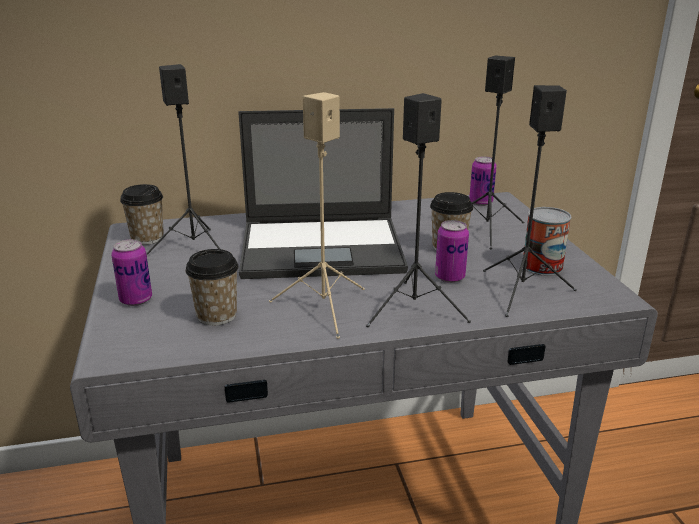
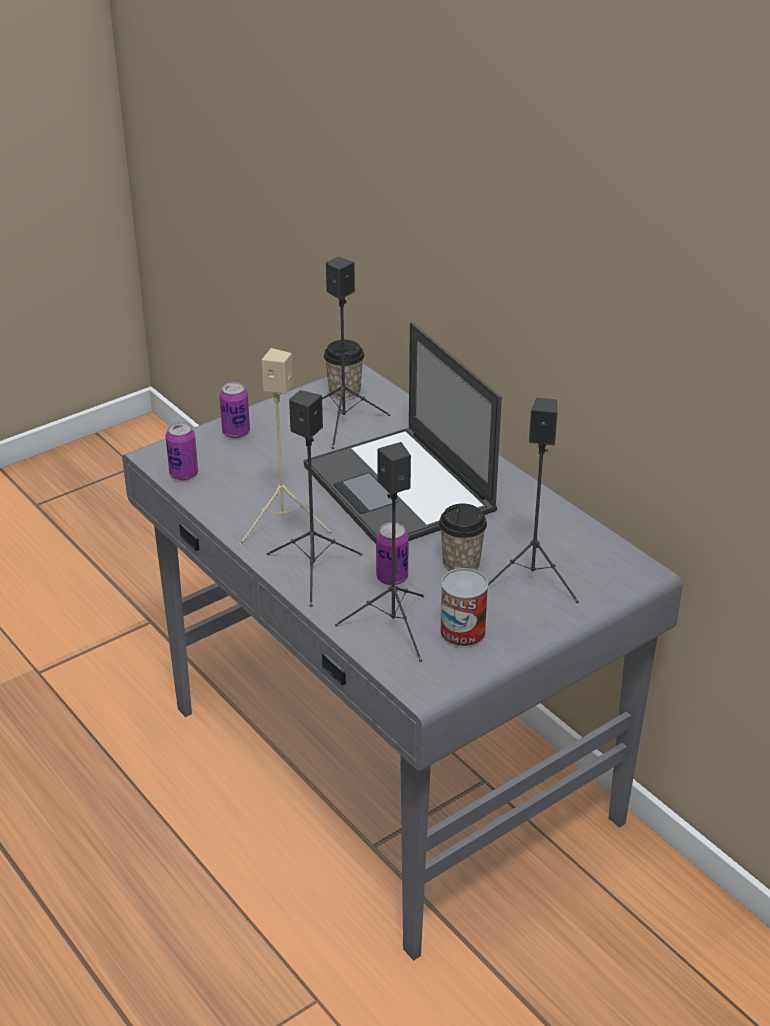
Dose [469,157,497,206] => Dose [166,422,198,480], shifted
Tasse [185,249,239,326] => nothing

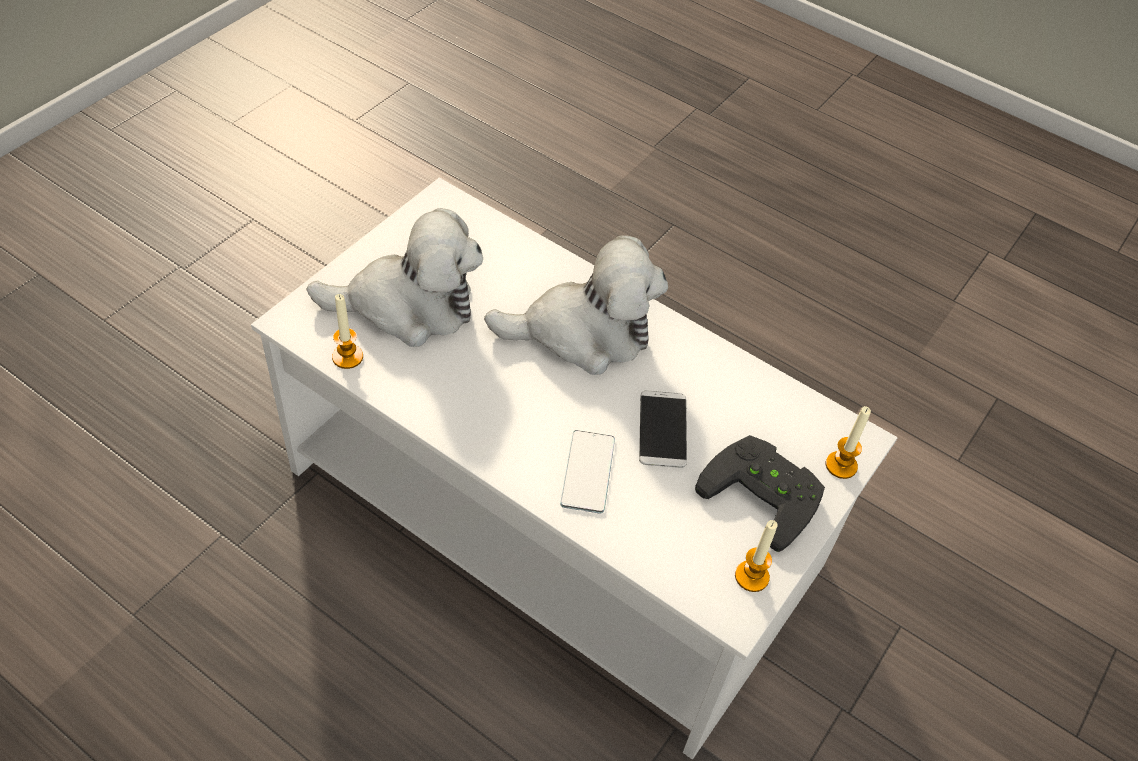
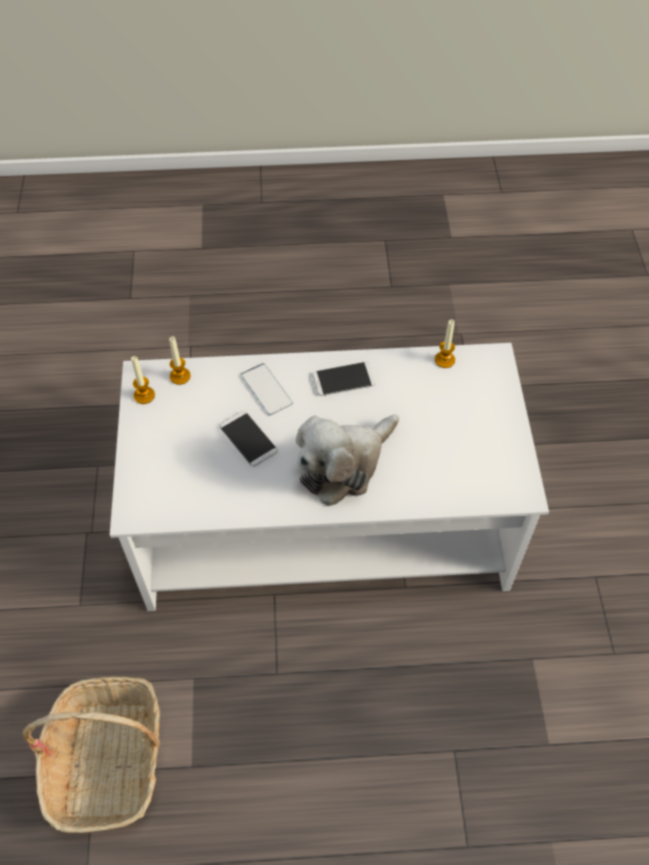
nothing => Korb [23,677,160,833]
Kerze [826,406,871,479] => Kerze [169,336,191,385], shifted
nothing => Handy [312,362,376,396]
Plüschtier [307,208,483,347] => nothing
Gamepad (schwarz) [695,435,825,552] => nothing

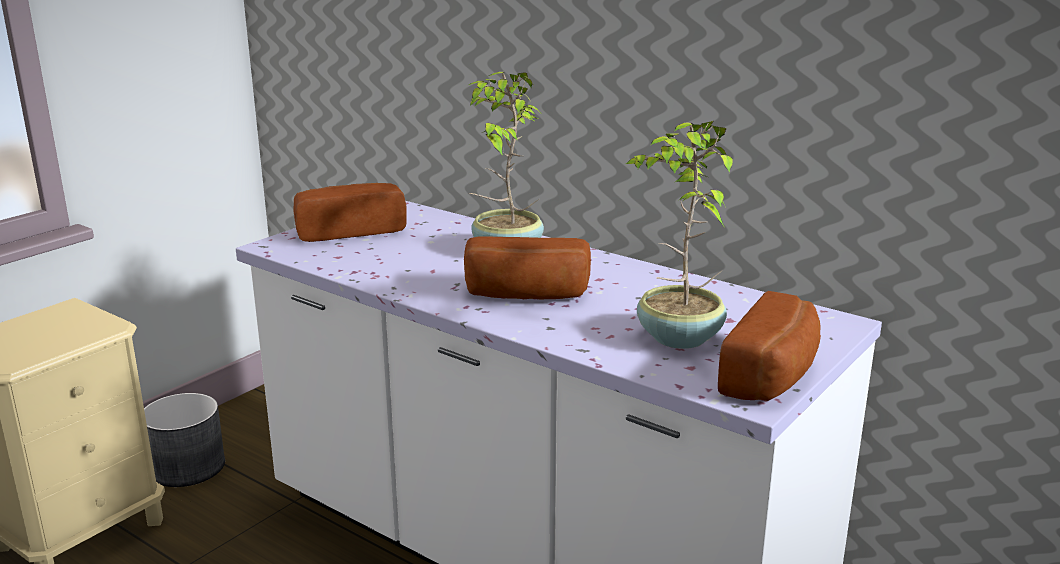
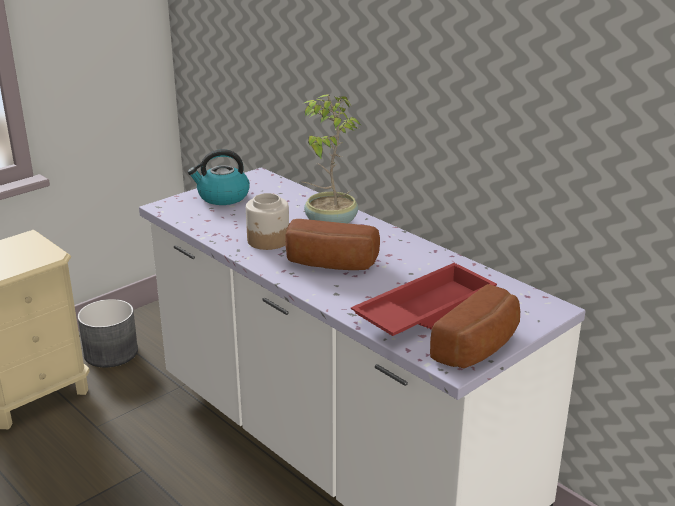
Brot [293,183,407,242] => Wasserkessel [188,149,250,205]
nothing => Vorratsglas [246,193,289,250]
Topfpflanze [626,121,733,349] => Tablett (rot) [351,263,497,336]

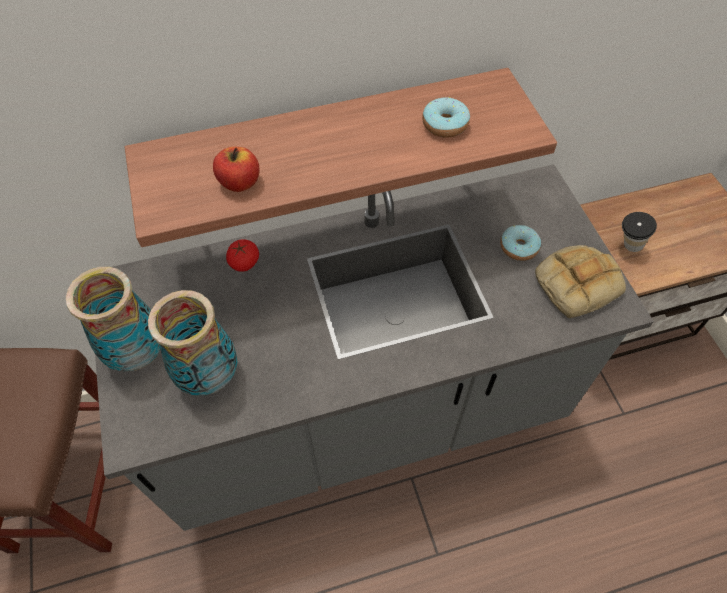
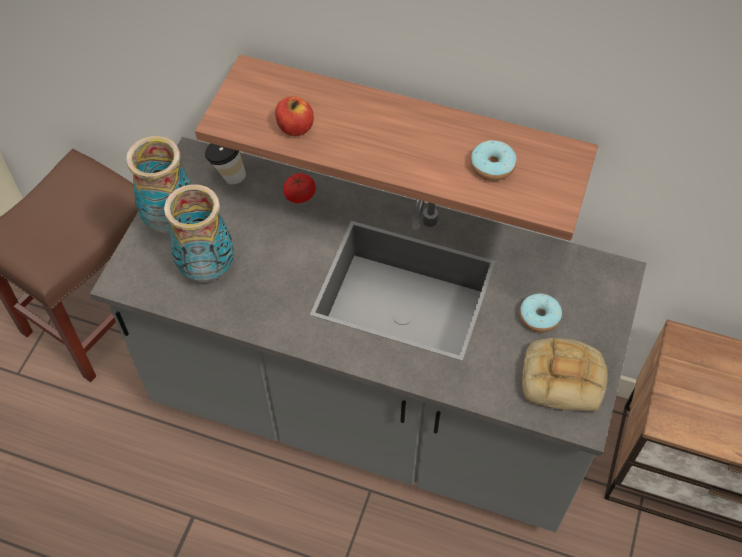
Tasse [622,212,657,252] => Tasse [205,143,246,185], shifted

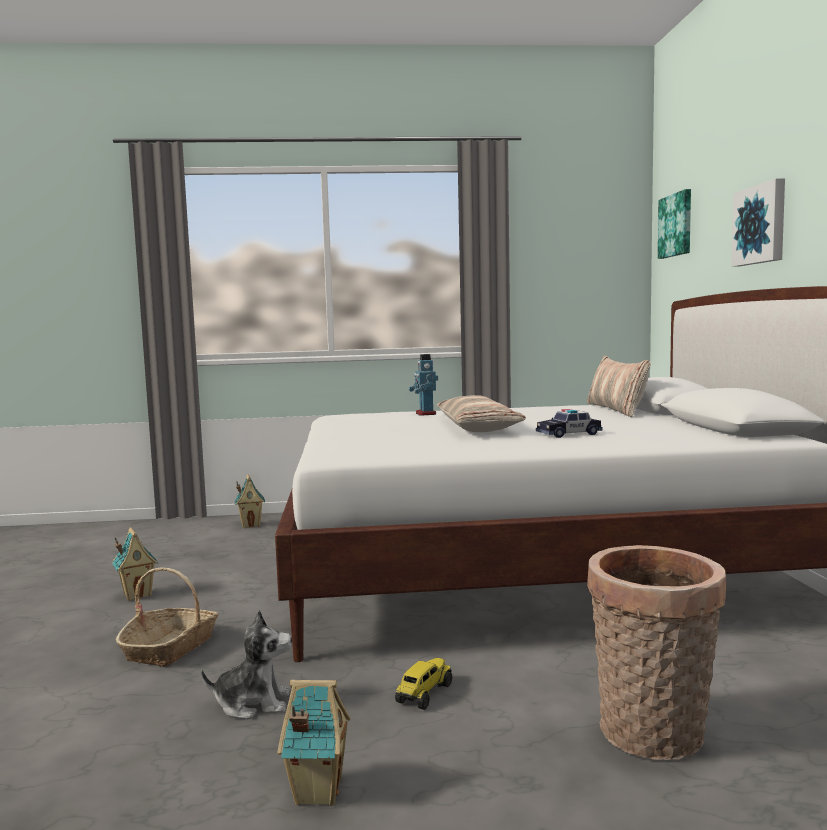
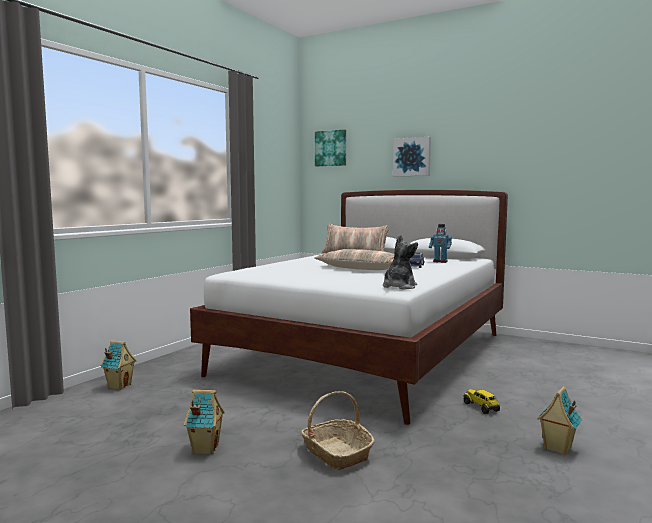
Plüschtier [201,610,292,719] => Plüschtier [383,235,418,290], shifted
Spielzeugroboter [409,354,438,416] => Spielzeugroboter [429,224,452,263], shifted
Korb [587,545,726,760] => nothing

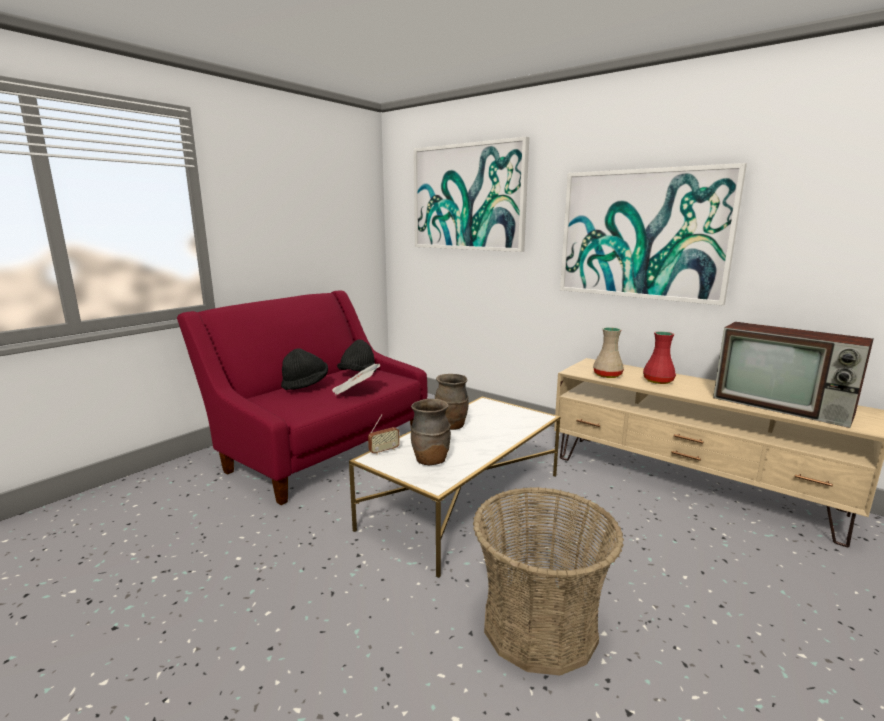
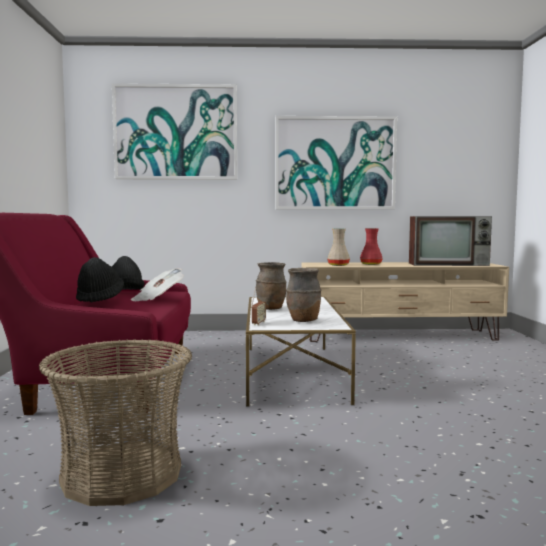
Korb [473,487,624,675] => Korb [39,339,192,506], shifted

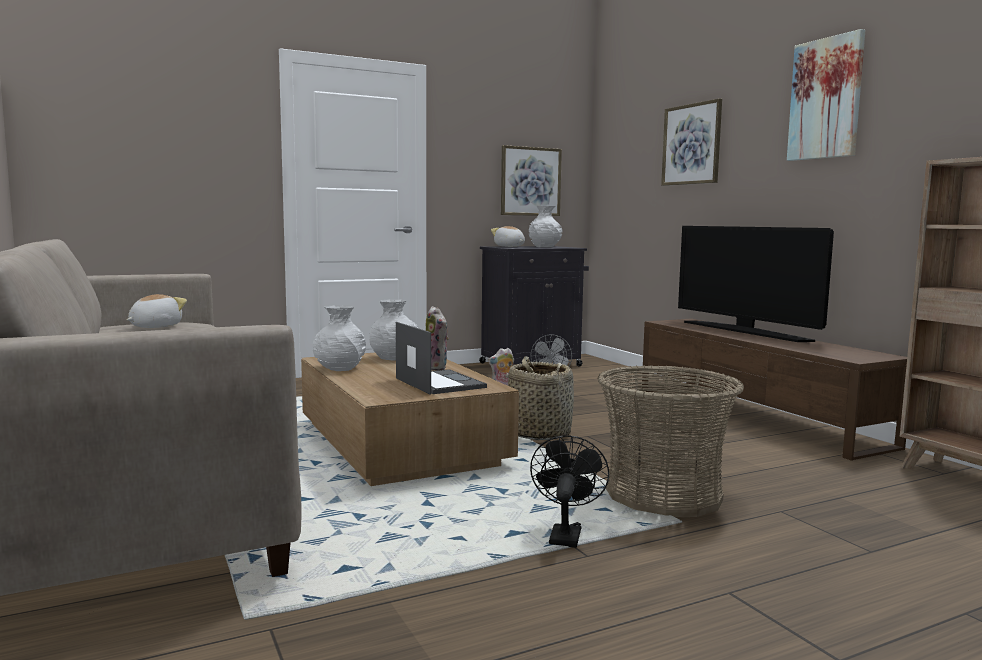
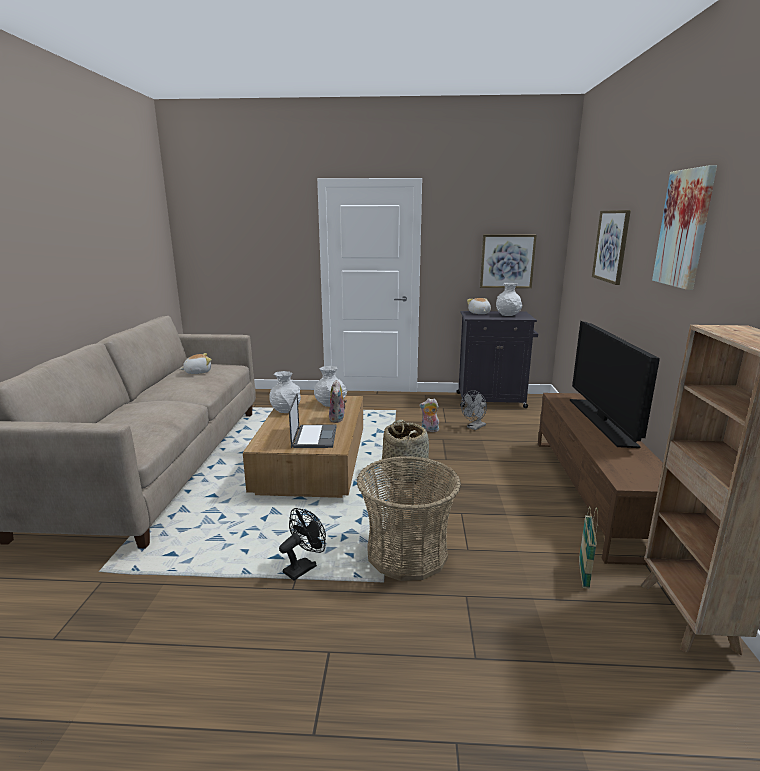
nothing => Korb [579,506,598,589]

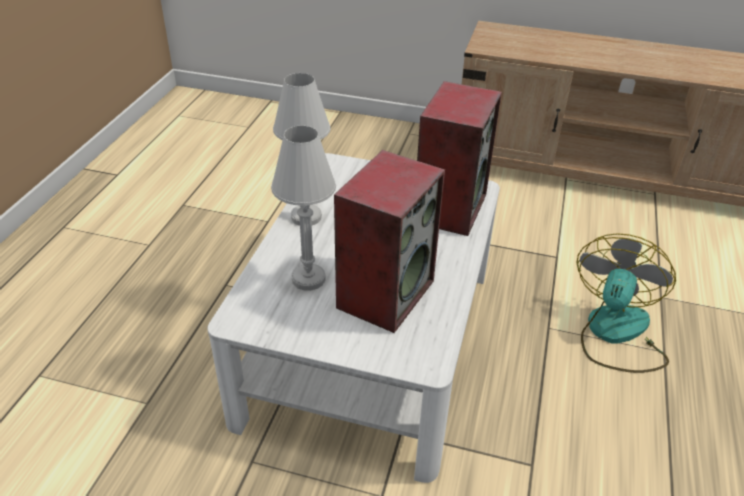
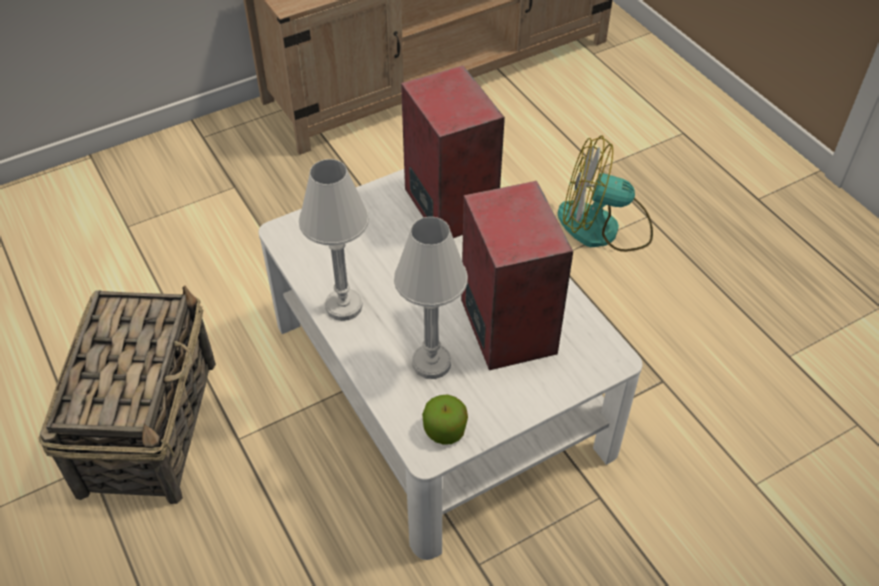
nothing => Korb [38,285,216,504]
nothing => Apfel [422,394,468,444]
Ventilator [576,233,676,373] => Ventilator [558,135,653,252], 60 degrees counterclockwise

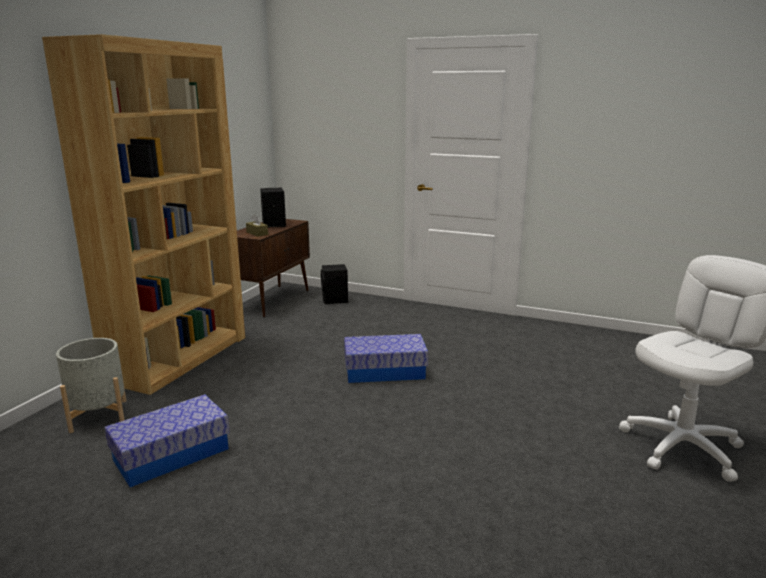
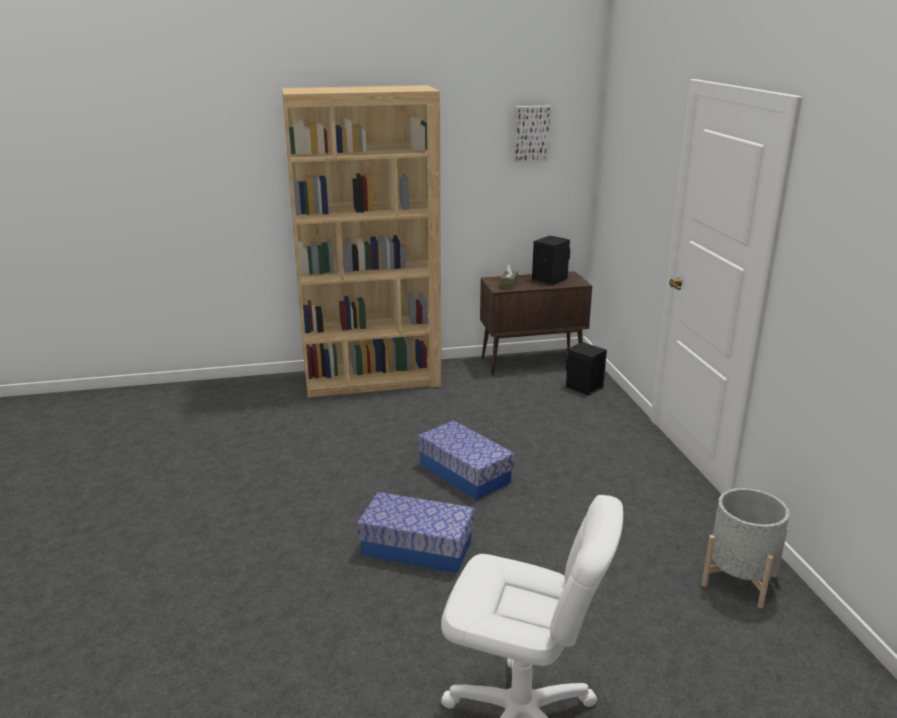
Aufbewahrungsbox [105,394,230,487] => Aufbewahrungsbox [357,492,474,573], shifted
nothing => Bild [513,106,551,163]
Pflanzkübel (grau) [56,338,126,433] => Pflanzkübel (grau) [702,488,790,608], shifted

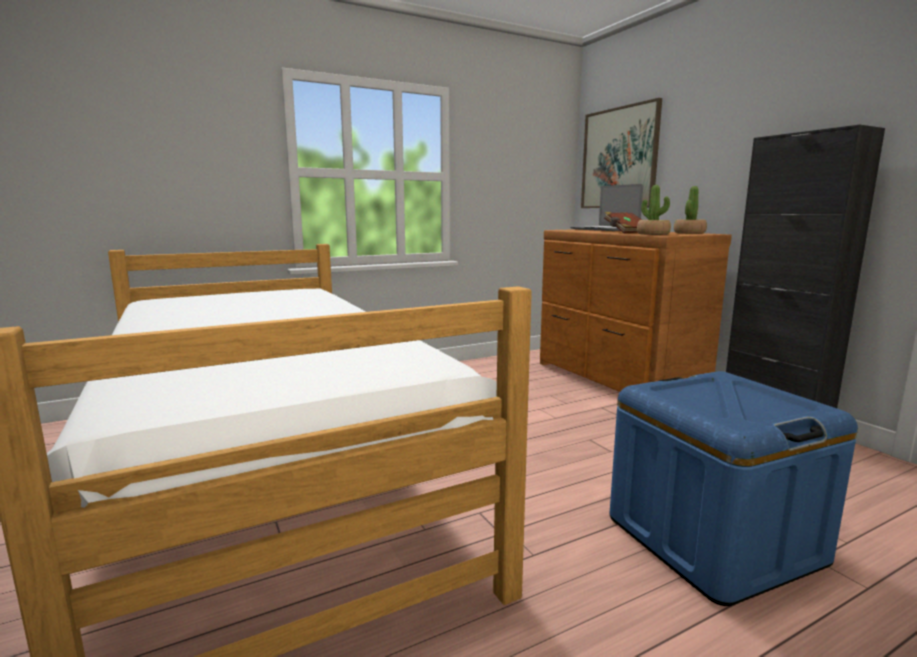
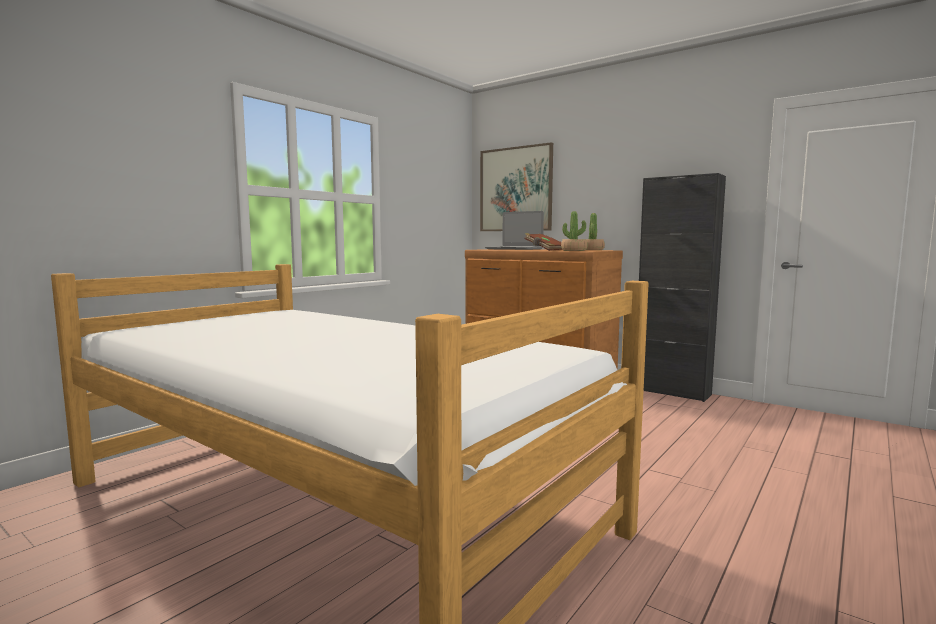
Aufbewahrungsbox (blau) [610,371,858,606] => nothing

